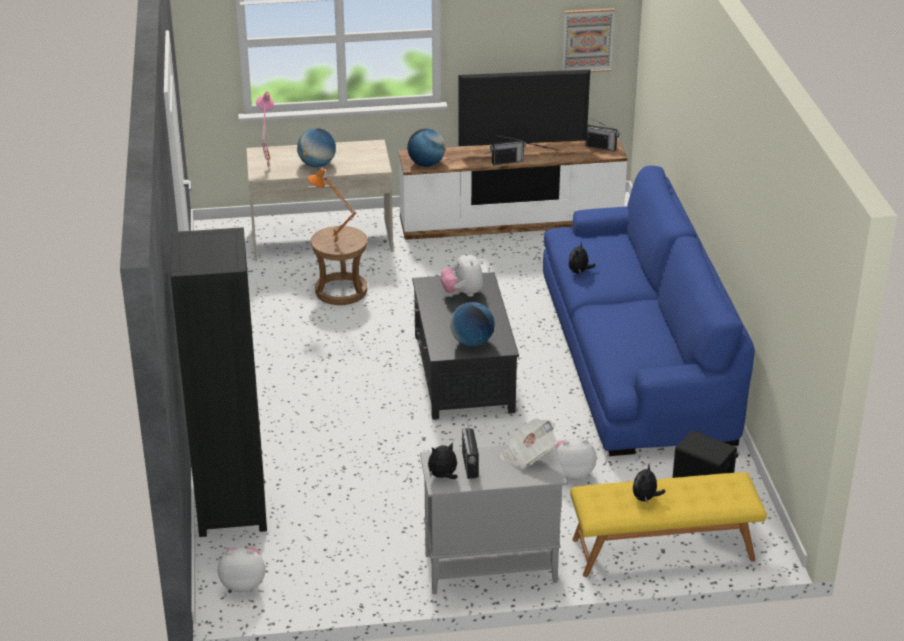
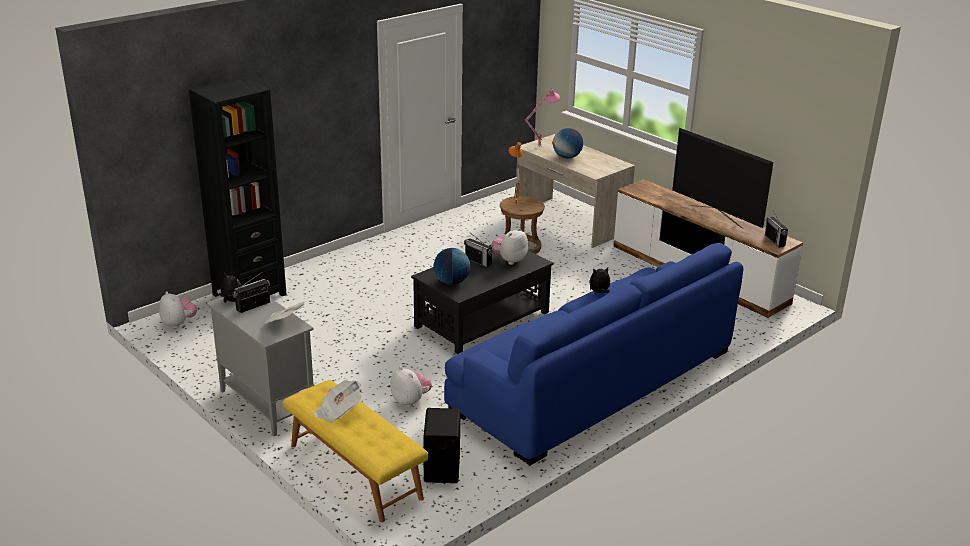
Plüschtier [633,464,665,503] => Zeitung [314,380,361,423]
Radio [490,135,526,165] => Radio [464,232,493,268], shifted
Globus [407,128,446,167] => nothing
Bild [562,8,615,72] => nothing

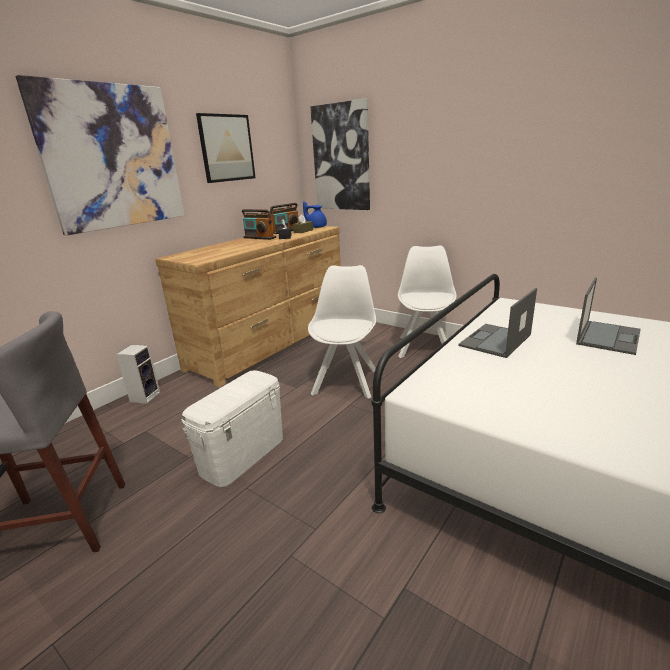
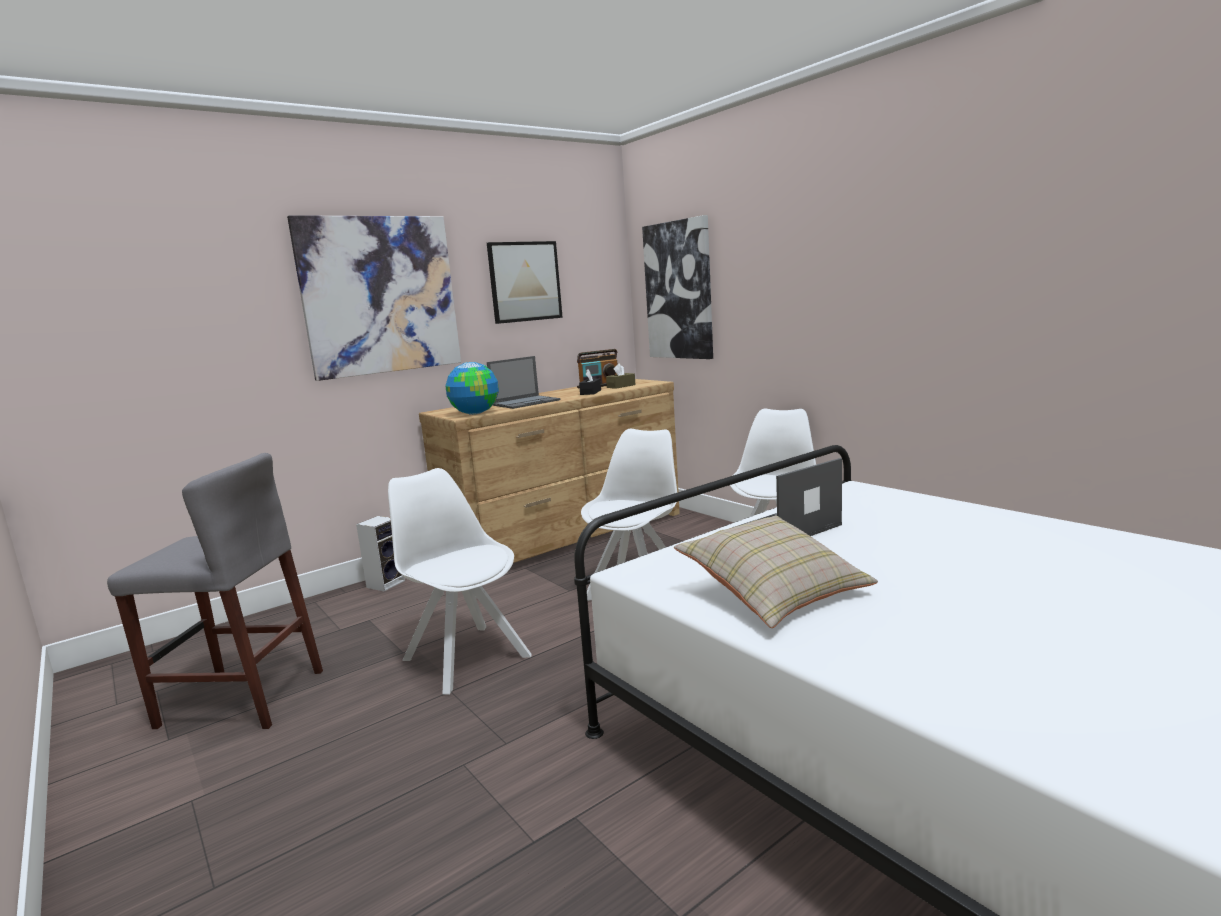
Aufbewahrungsbox (weiß) [182,370,283,487] => Stuhl (weiß) [388,468,531,695]
nothing => Globus [445,362,499,415]
Laptop [576,277,641,355] => Laptop [487,356,560,409], shifted
nothing => Kissen (beige) [674,515,878,628]
Radio [242,209,276,240] => nothing
Teekanne (blau) [303,201,327,228] => nothing

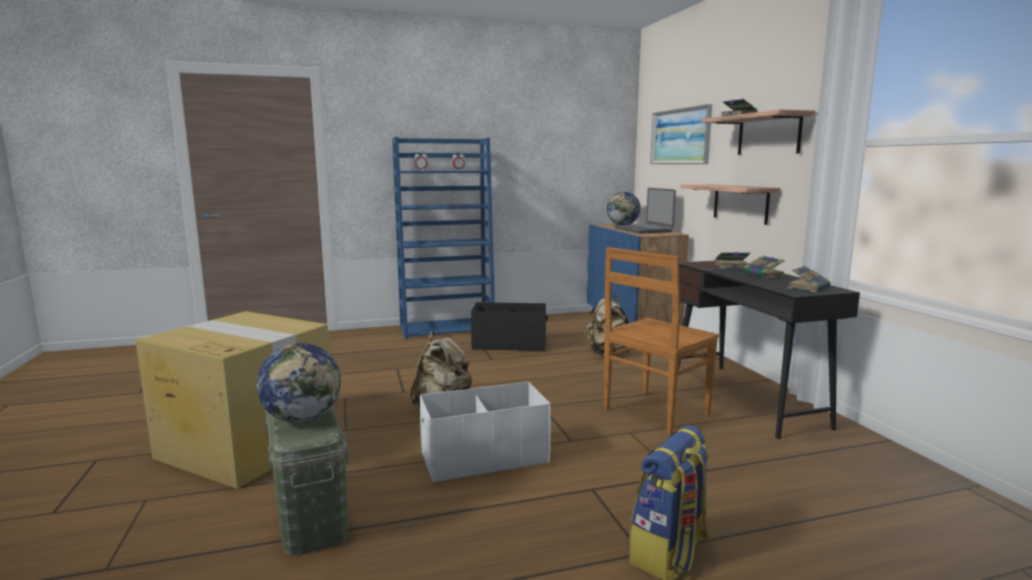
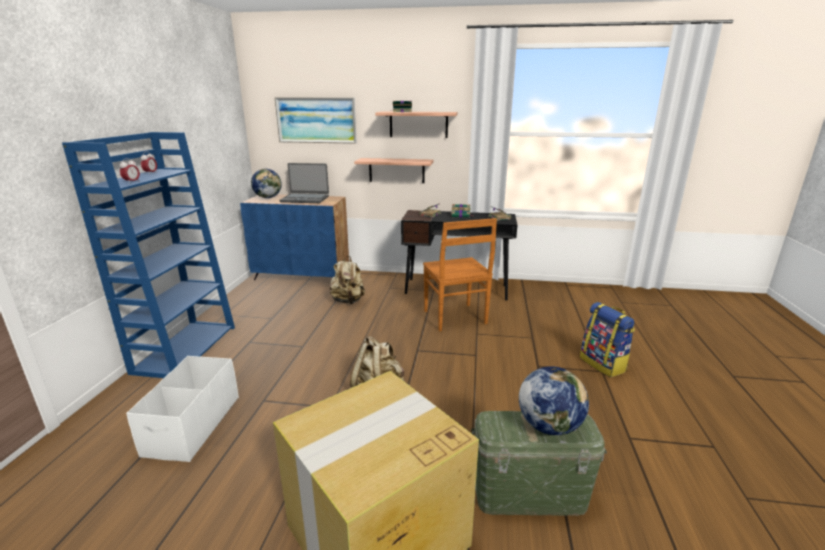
Aufbewahrungsbox (weiß) [420,382,551,483] => Aufbewahrungsbox (weiß) [126,356,239,462], shifted
Aufbewahrungsbox (schwarz) [471,302,548,351] => nothing

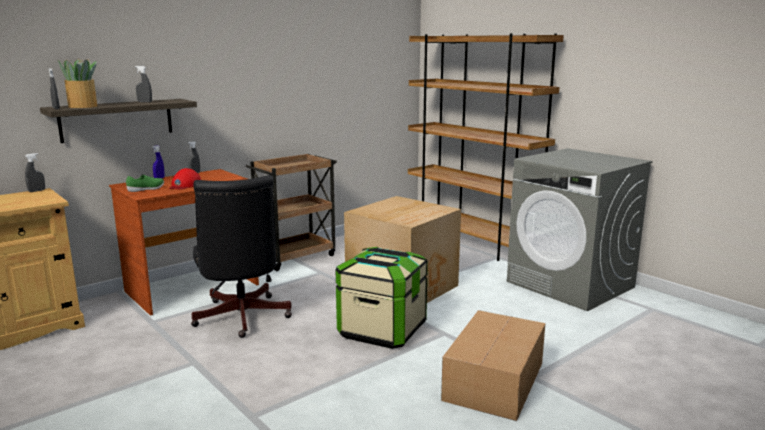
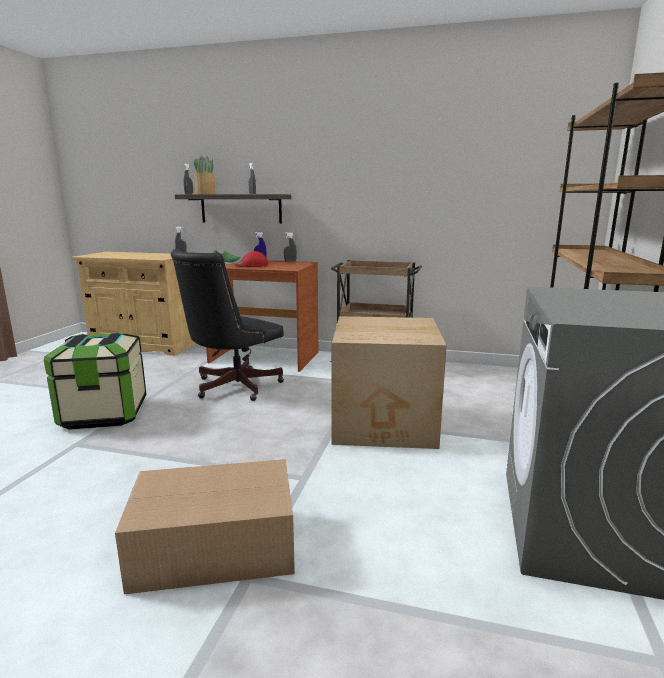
Aufbewahrungsbox [336,247,428,349] => Aufbewahrungsbox [44,332,146,429], shifted

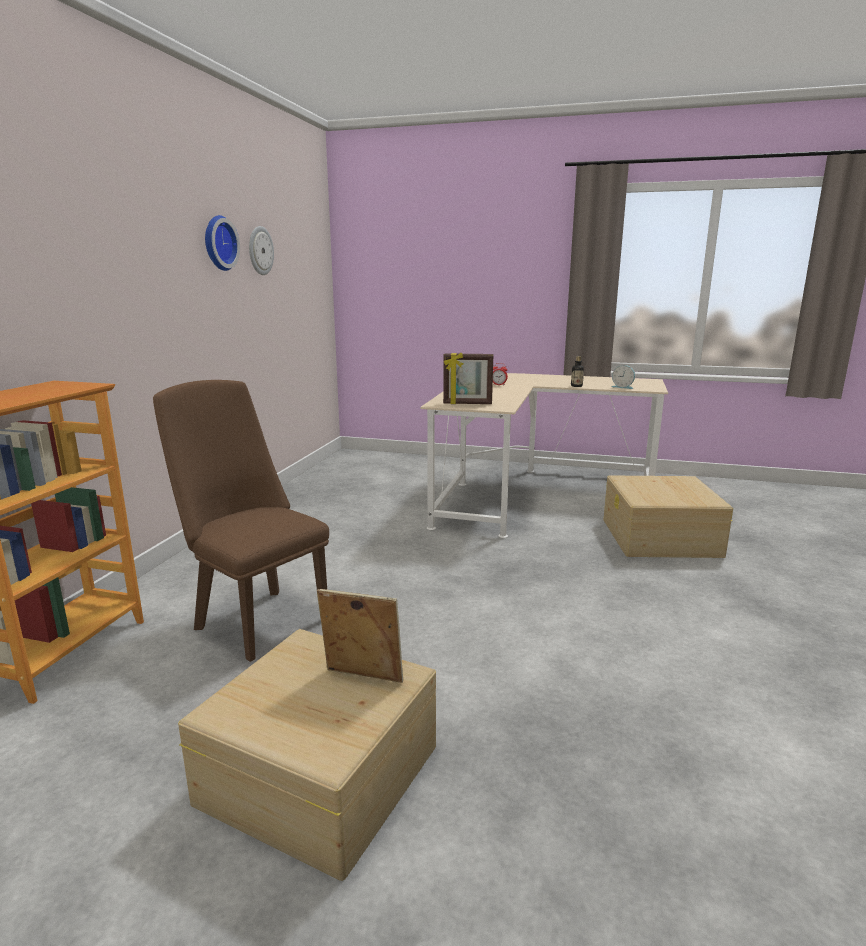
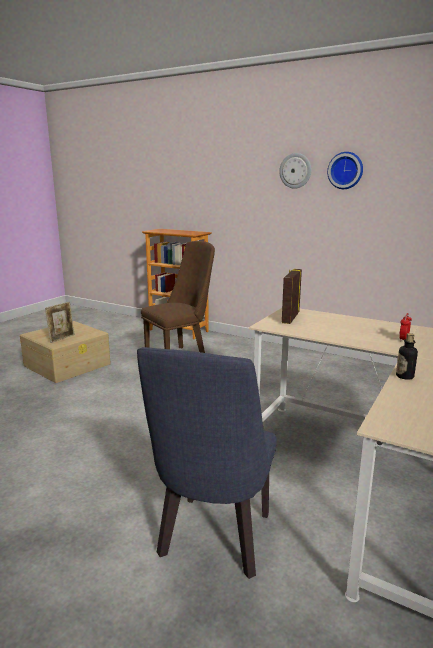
Aufbewahrungsbox (beige) [604,476,733,558] => Stuhl (blau) [137,347,277,579]
Wanduhr [249,226,274,275] => Wanduhr [279,153,311,189], shifted
Wecker [612,365,635,389] => nothing

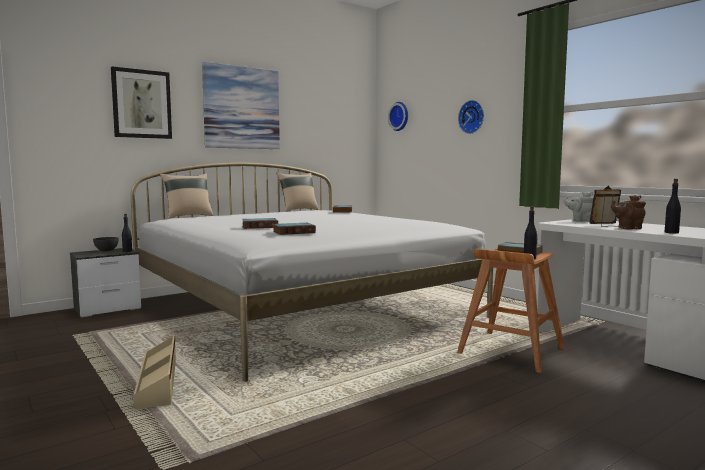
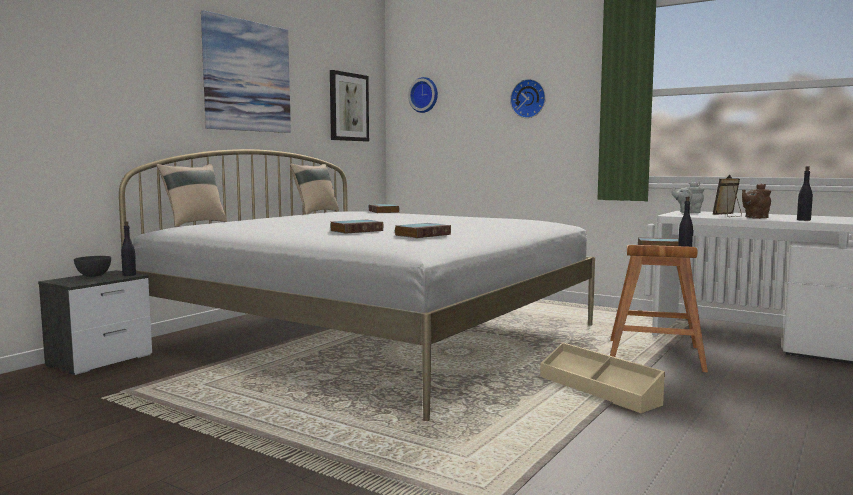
Bild [111,67,172,139] => Bild [330,70,369,141], shifted
Aufbewahrungsbox (beige) [133,335,176,409] => Aufbewahrungsbox (beige) [540,342,665,413], shifted

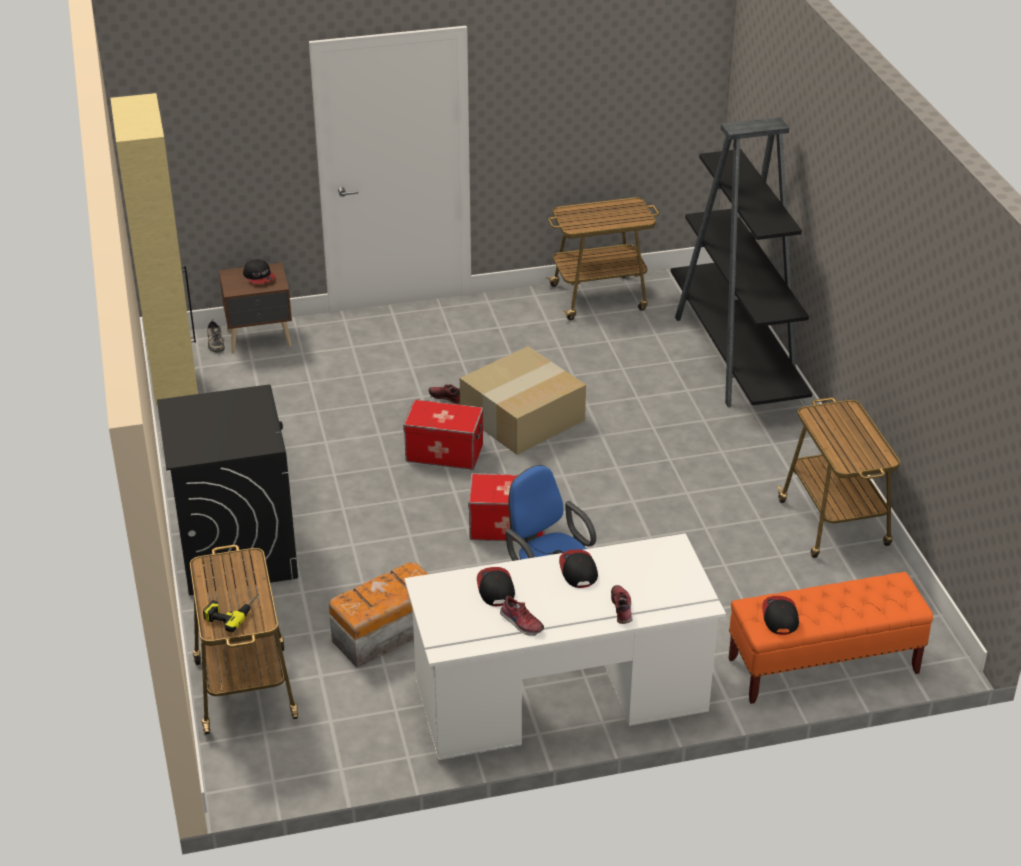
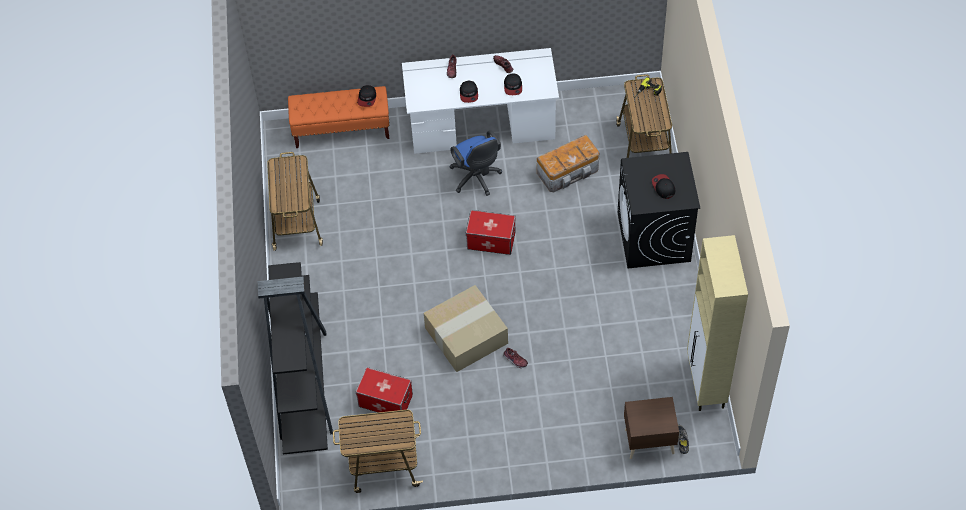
Aufbewahrungsbox [403,399,483,470] => Aufbewahrungsbox [356,367,413,413], shifted
Kappe [243,259,275,284] => Kappe [652,174,675,199], shifted

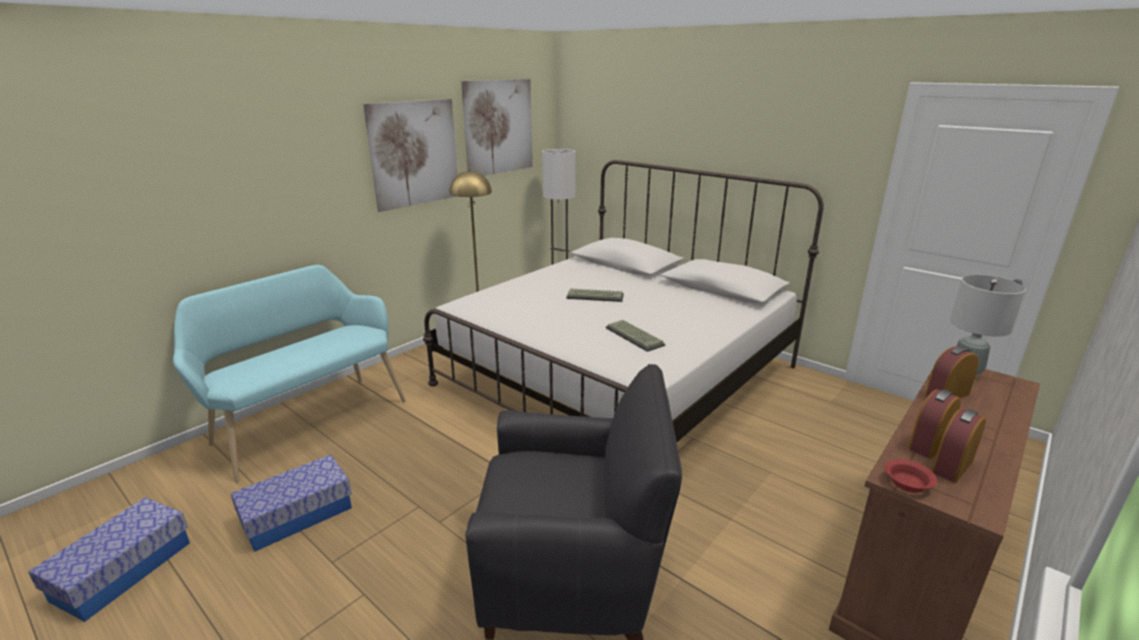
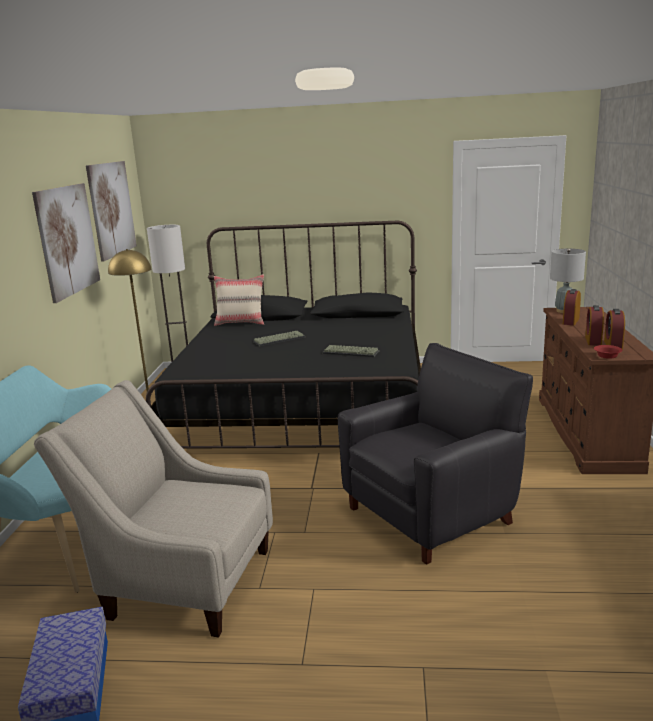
Aufbewahrungsbox [231,454,352,552] => Sessel (beige) [34,380,273,638]
Bett (weiß) [423,160,824,442] => Bett (schwarz) [146,221,421,449]
nothing => Kissen (beige) [214,274,264,326]

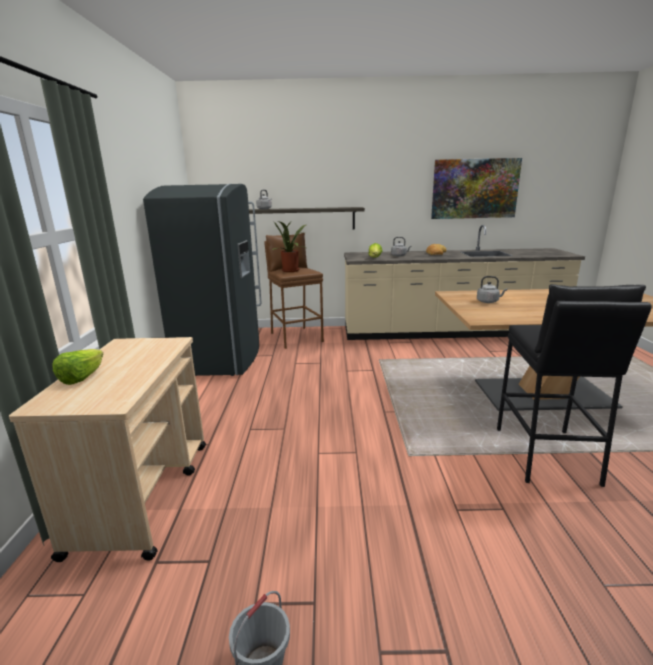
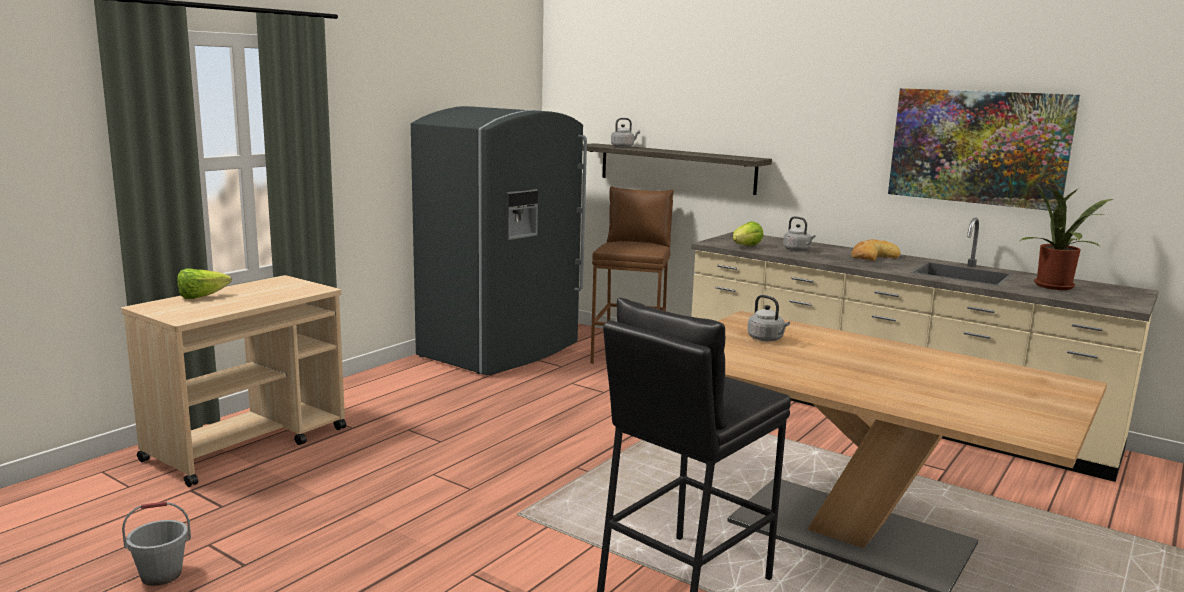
Topfpflanze [271,221,306,272] => Topfpflanze [1020,184,1113,290], shifted

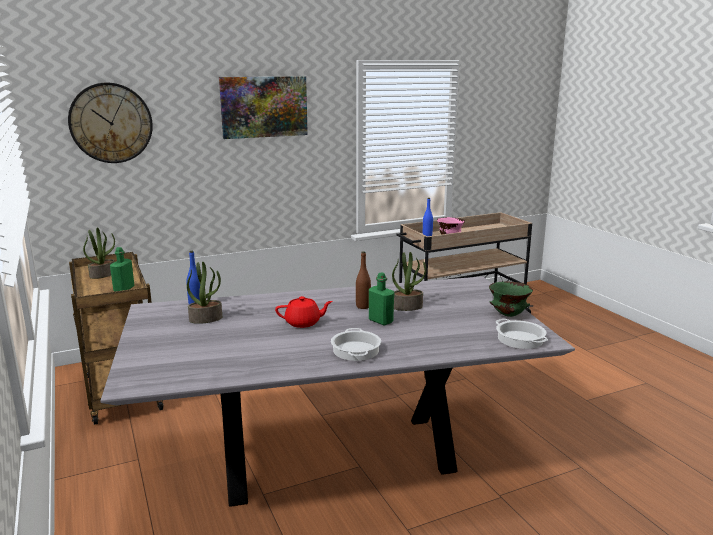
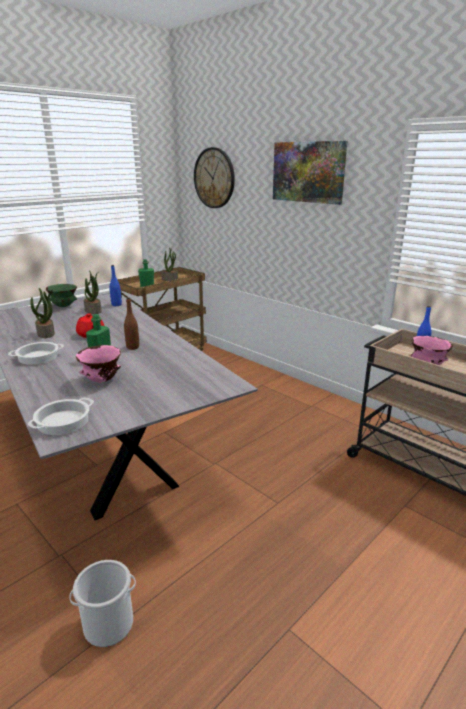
Topfpflanze [392,252,426,311] => Topfpflanze [30,288,55,338], shifted
Schüssel (grün) [489,281,533,317] => Schüssel (grün) [46,284,77,307], shifted
nothing => Eimer [69,560,136,647]
nothing => Schüssel (rosa) [76,345,121,382]

